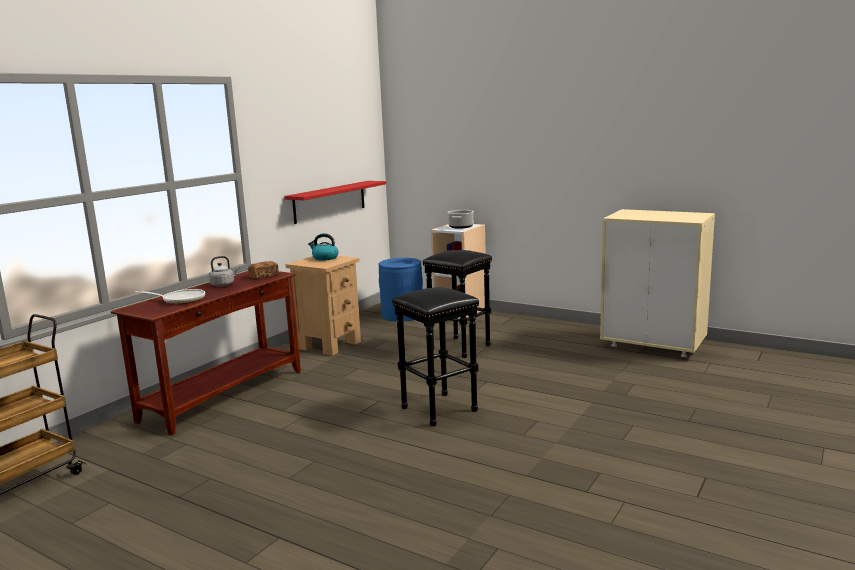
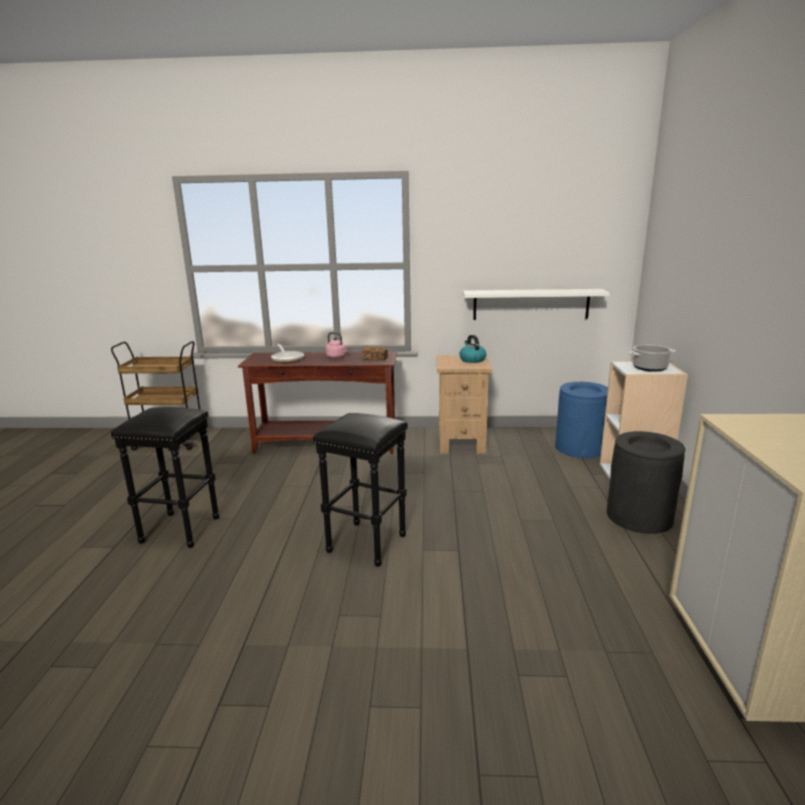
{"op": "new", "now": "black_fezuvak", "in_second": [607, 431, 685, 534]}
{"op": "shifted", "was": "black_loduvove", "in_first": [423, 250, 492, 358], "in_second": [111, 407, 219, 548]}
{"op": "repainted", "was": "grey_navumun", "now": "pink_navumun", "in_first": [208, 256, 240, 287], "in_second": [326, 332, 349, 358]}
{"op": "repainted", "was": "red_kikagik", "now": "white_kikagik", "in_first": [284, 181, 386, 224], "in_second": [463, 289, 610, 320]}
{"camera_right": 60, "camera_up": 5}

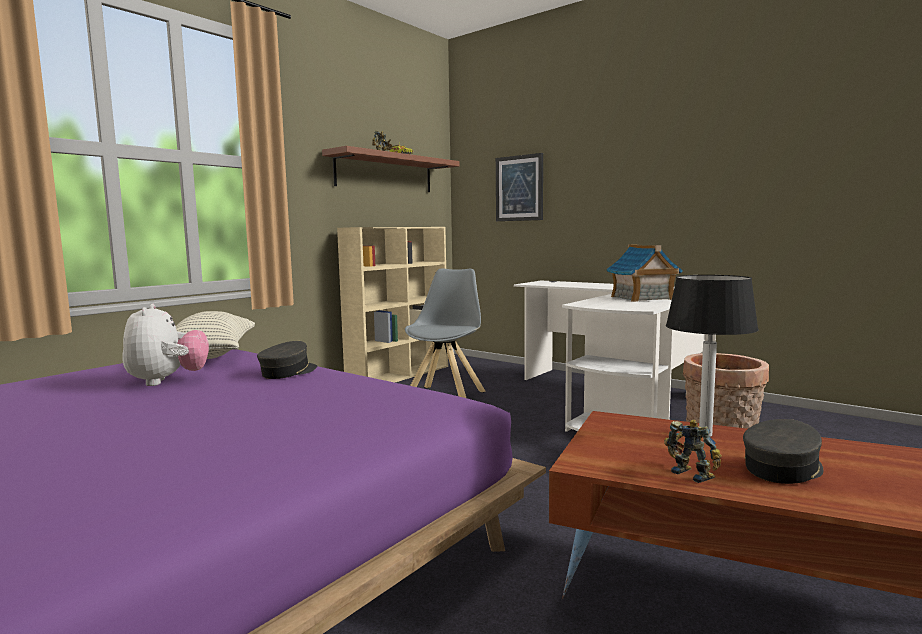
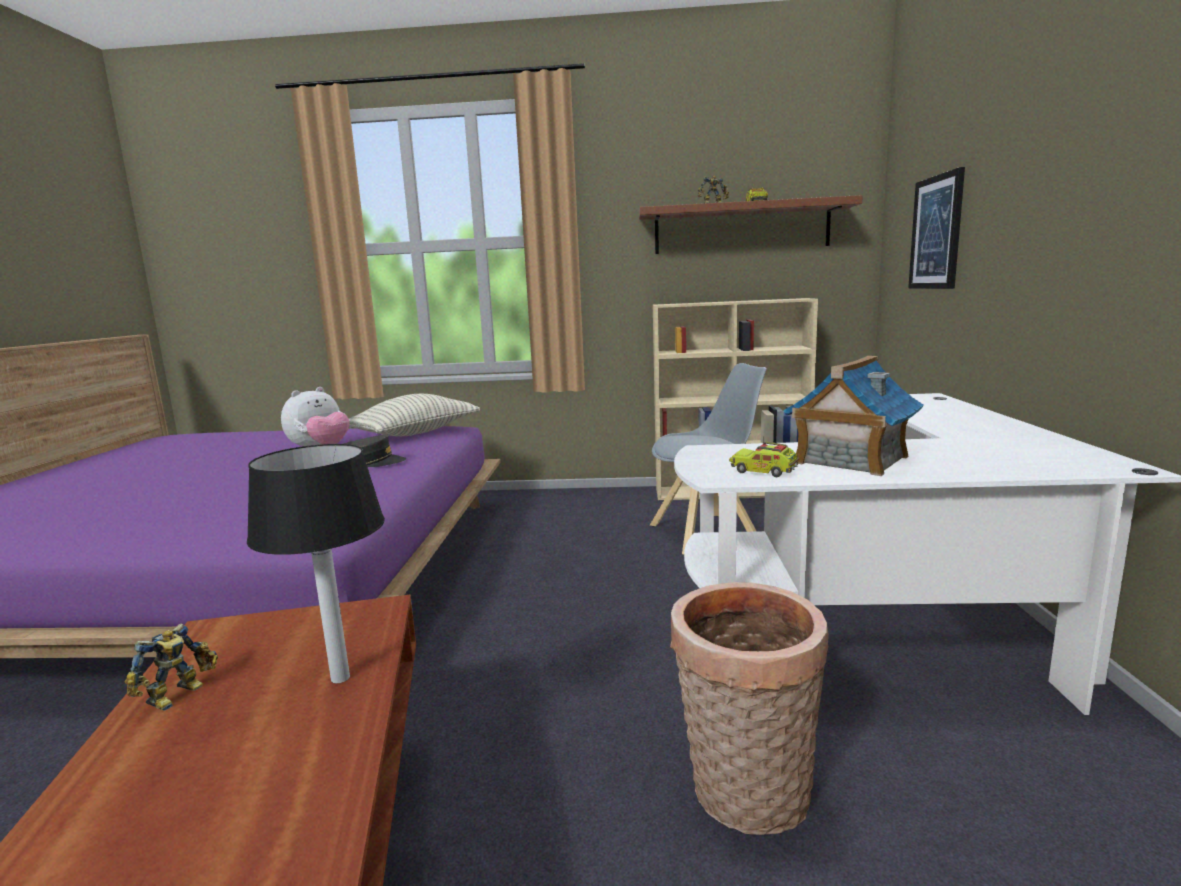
{"op": "gone", "was": "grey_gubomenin", "in_first": [743, 419, 823, 484]}
{"op": "new", "now": "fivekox", "in_second": [729, 438, 799, 477]}
{"camera_right": 55, "camera_up": 5}

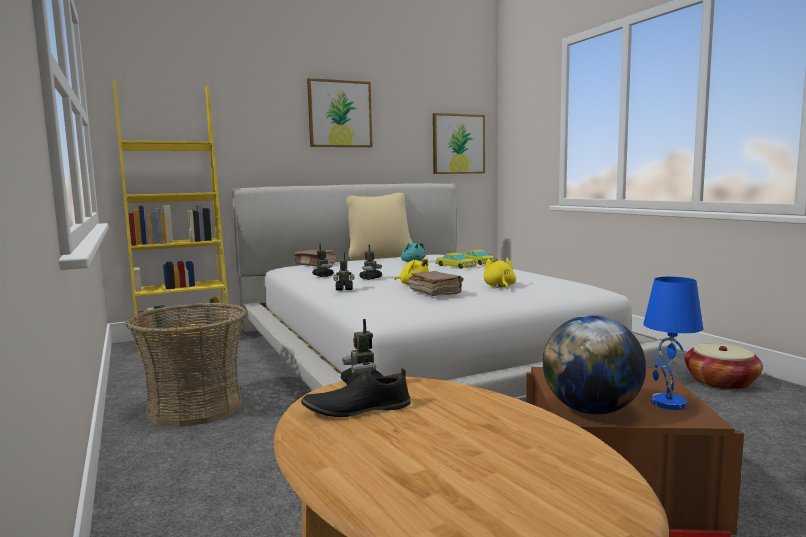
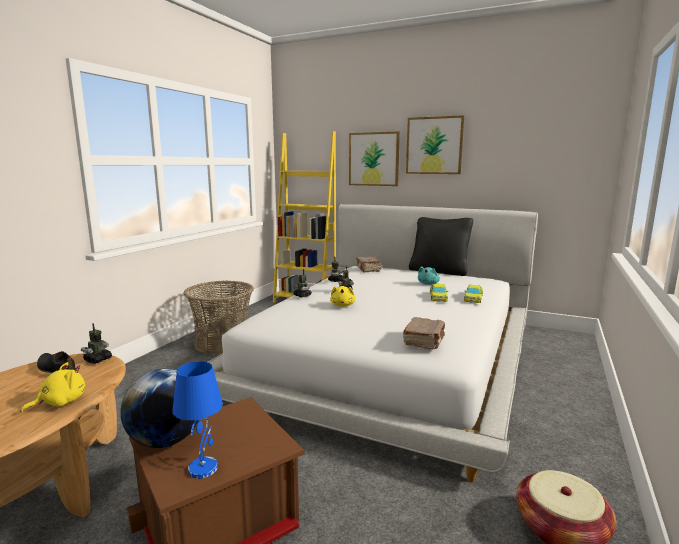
{"op": "shifted", "was": "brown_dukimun", "in_first": [408, 271, 463, 296], "in_second": [403, 317, 445, 349]}
{"op": "shifted", "was": "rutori", "in_first": [433, 113, 485, 174], "in_second": [349, 131, 400, 186]}
{"op": "shifted", "was": "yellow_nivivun", "in_first": [484, 258, 516, 289], "in_second": [20, 362, 85, 413]}
{"op": "repainted", "was": "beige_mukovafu", "now": "black_mukovafu", "in_first": [346, 193, 412, 260], "in_second": [409, 217, 473, 276]}
{"camera_right": 50, "camera_up": 5}

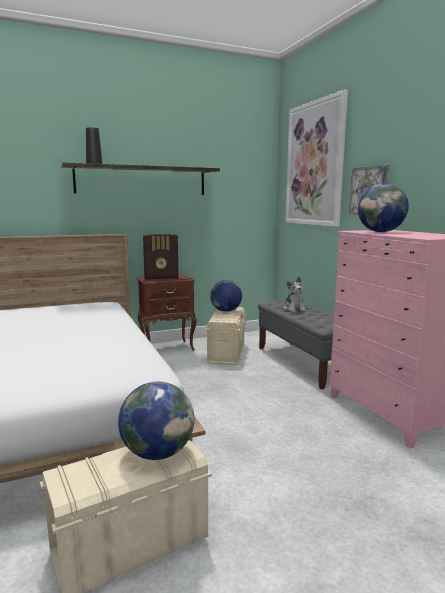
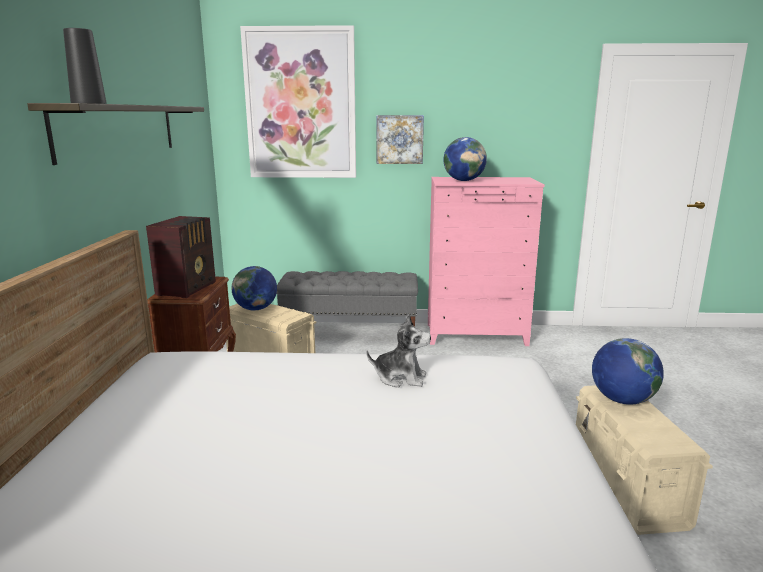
{"op": "shifted", "was": "nivivun", "in_first": [283, 276, 306, 312], "in_second": [366, 314, 431, 388]}
{"camera_right": -65, "camera_up": 5}

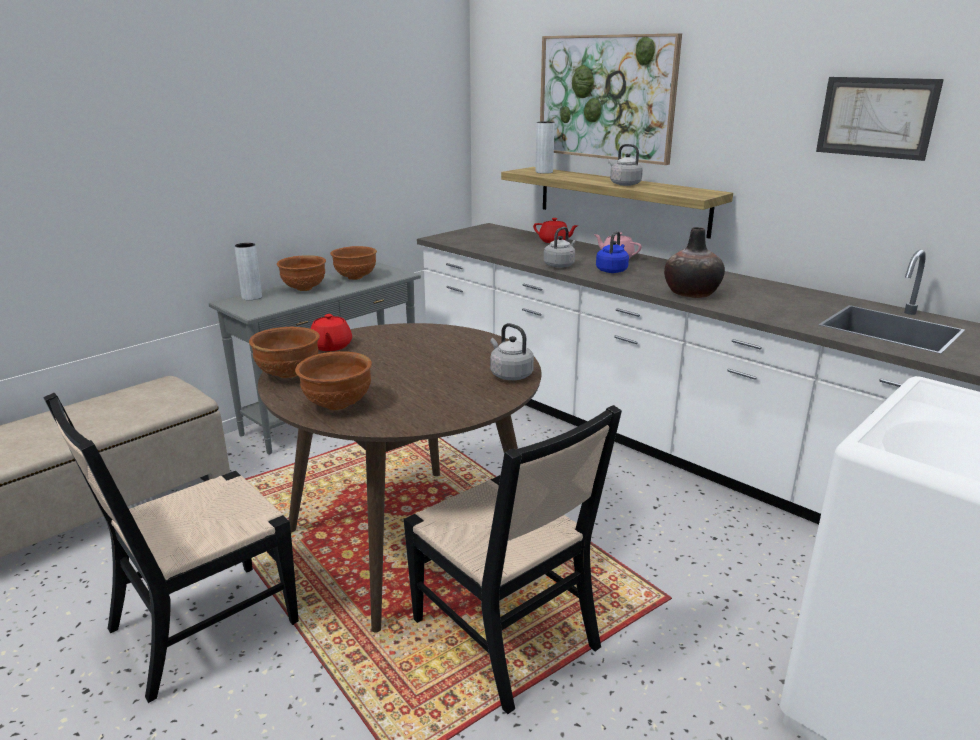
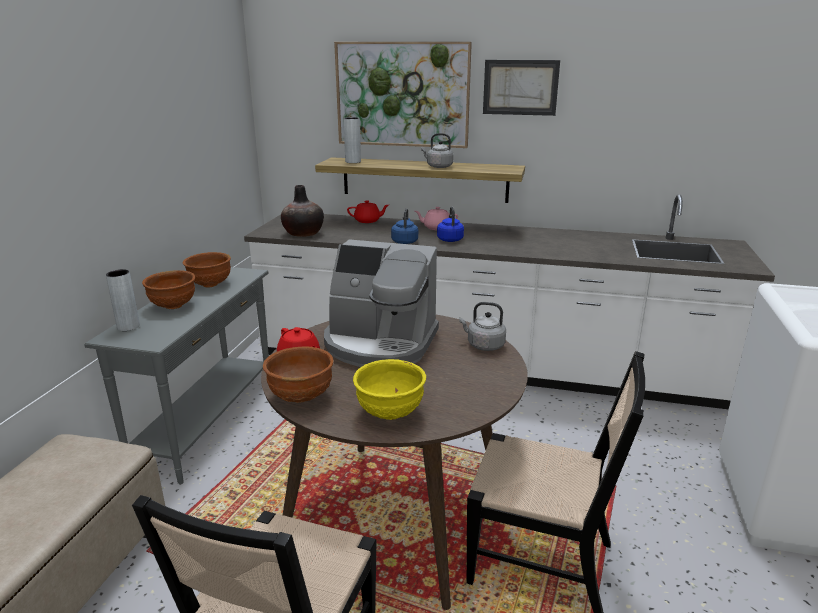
{"op": "new", "now": "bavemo", "in_second": [324, 239, 439, 367]}
{"op": "shifted", "was": "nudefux", "in_first": [664, 227, 725, 298], "in_second": [281, 185, 324, 237]}
{"op": "shifted", "was": "rutori", "in_first": [816, 77, 944, 161], "in_second": [483, 60, 560, 116]}
{"op": "repainted", "was": "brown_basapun", "now": "yellow_basapun", "in_first": [295, 351, 372, 410], "in_second": [353, 359, 426, 420]}
{"op": "repainted", "was": "grey_navumun", "now": "blue_navumun", "in_first": [544, 227, 576, 268], "in_second": [391, 208, 418, 244]}
{"camera_right": -30, "camera_up": 0}

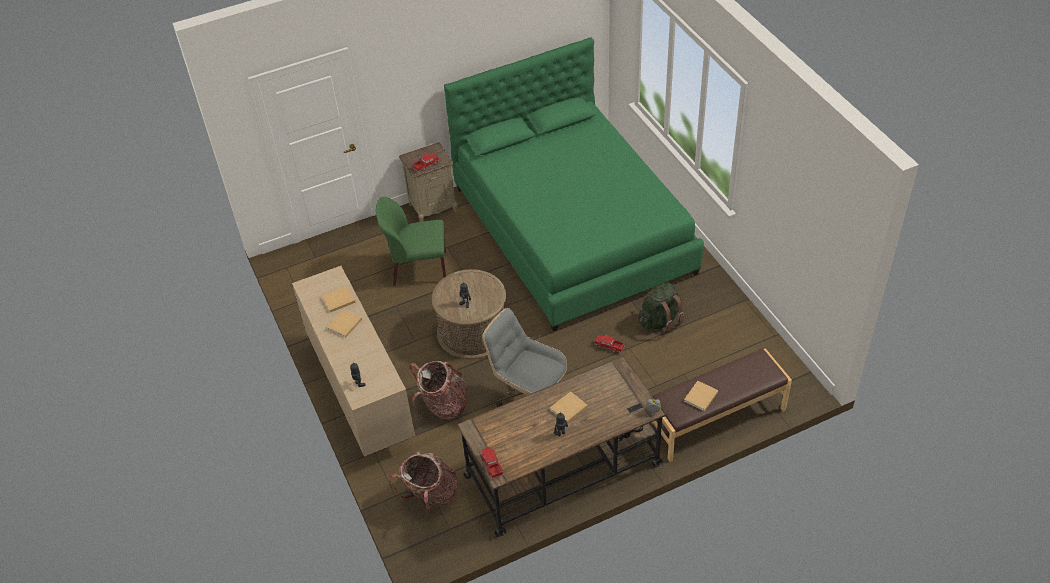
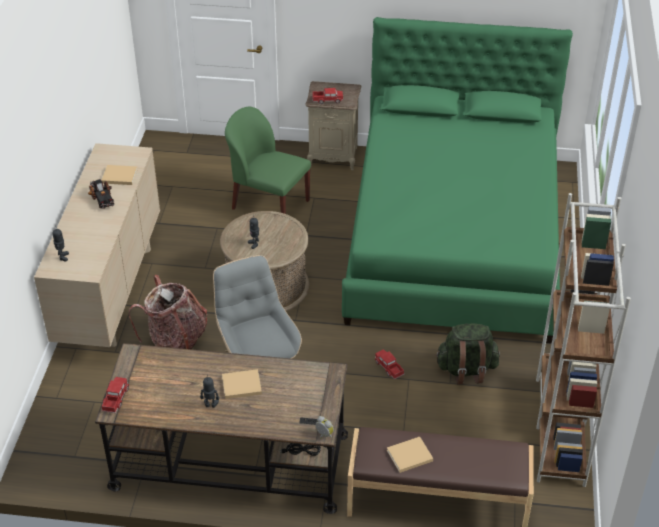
{"op": "gone", "was": "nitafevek", "in_first": [389, 452, 458, 518]}
{"op": "new", "now": "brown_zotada", "in_second": [536, 193, 631, 487]}
{"op": "swapped", "was": "beige_dukimun", "now": "fivekox", "in_first": [327, 309, 362, 338], "in_second": [88, 179, 115, 209]}
{"camera_right": 30, "camera_up": -5}

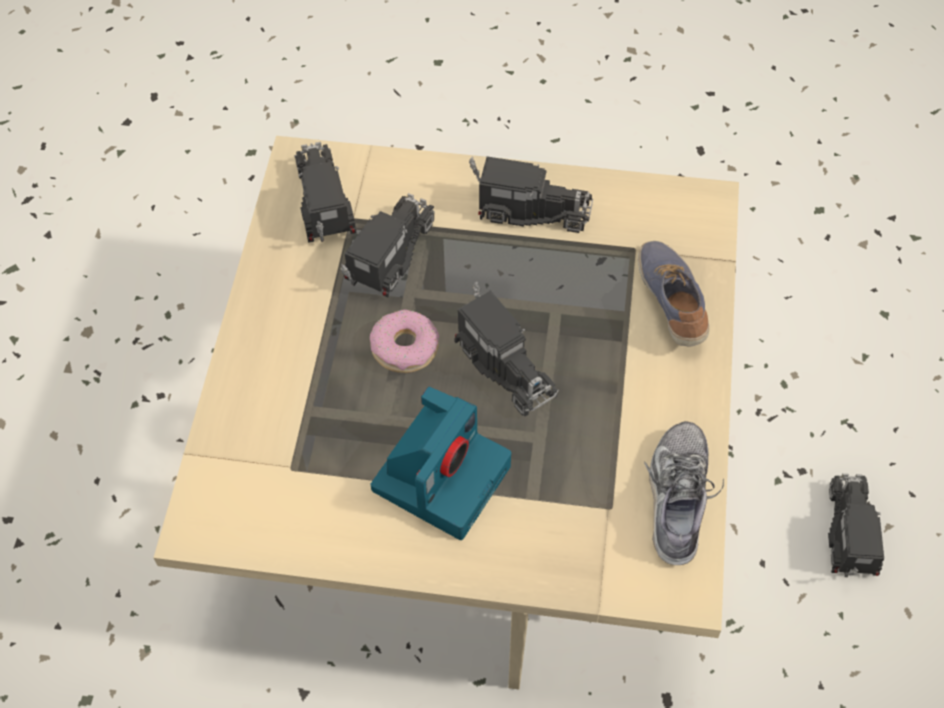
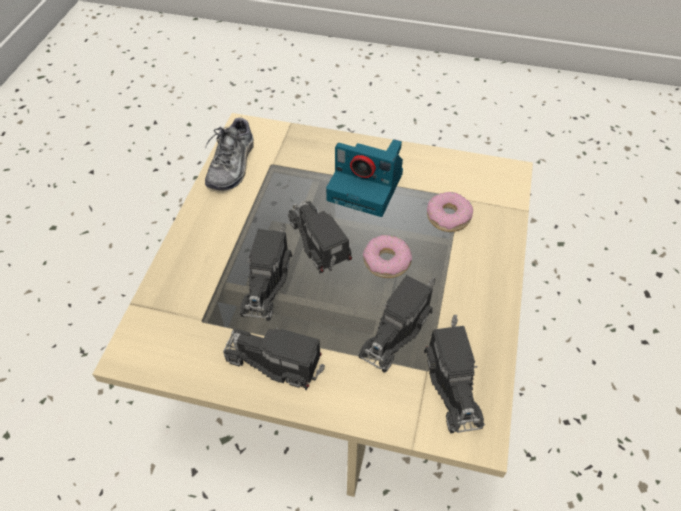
{"op": "gone", "was": "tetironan", "in_first": [638, 241, 709, 346]}
{"op": "new", "now": "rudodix", "in_second": [427, 192, 473, 232]}
{"op": "shifted", "was": "fivekox", "in_first": [828, 473, 884, 577], "in_second": [239, 222, 292, 321]}
{"op": "rotated", "was": "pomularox", "in_first": [370, 387, 511, 540], "in_second": [326, 139, 403, 217], "clockwise": -105}
{"camera_right": -175, "camera_up": -5}

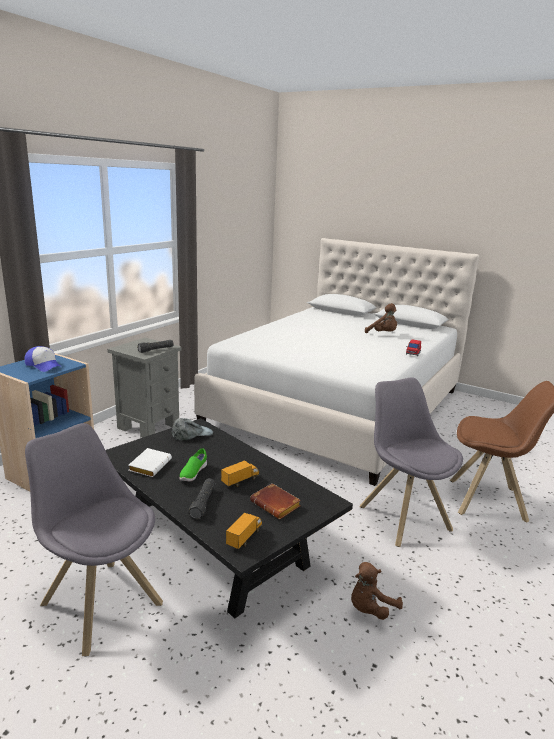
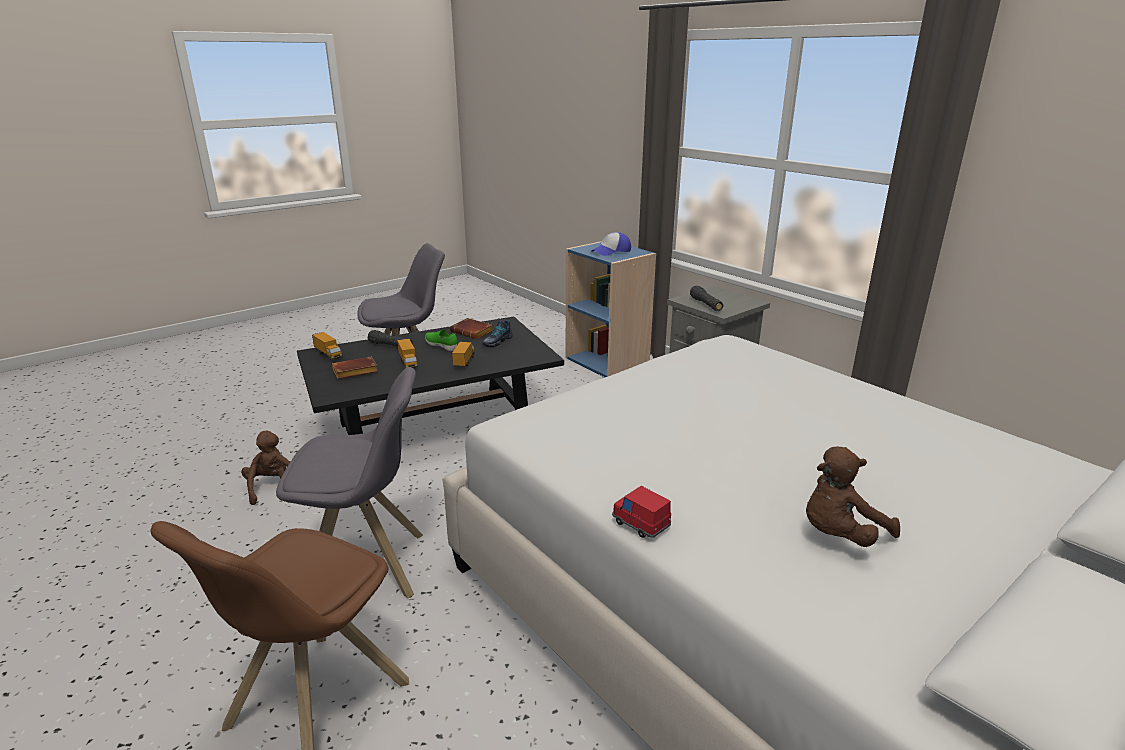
{"op": "gone", "was": "grey_gubomenin", "in_first": [171, 418, 213, 440]}
{"op": "new", "now": "fivekox", "in_second": [452, 342, 475, 366]}
{"op": "new", "now": "tetironan", "in_second": [482, 320, 513, 348]}
{"op": "repainted", "was": "white_dukimun", "now": "brown_dukimun", "in_first": [128, 448, 172, 477], "in_second": [450, 318, 493, 339]}
{"camera_right": 110, "camera_up": 5}

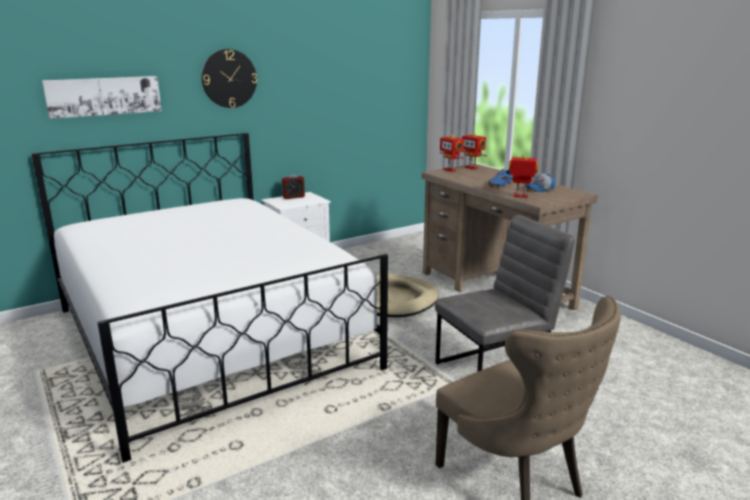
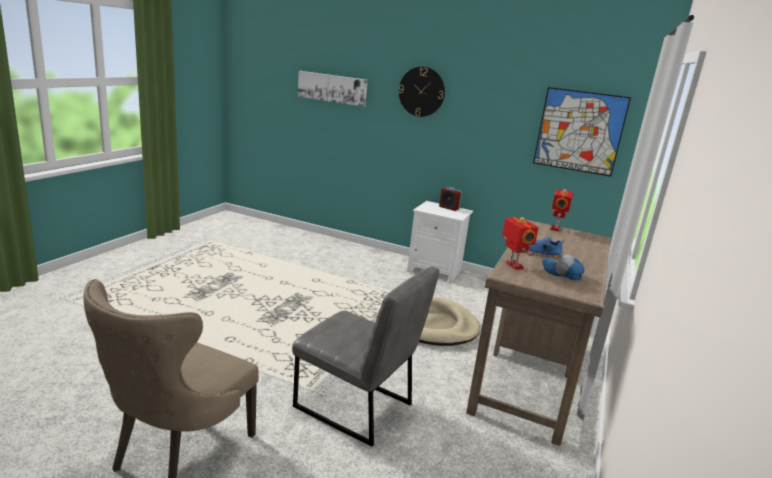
{"op": "gone", "was": "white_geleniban", "in_first": [31, 133, 388, 463]}
{"op": "gone", "was": "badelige", "in_first": [462, 133, 487, 170]}
{"op": "new", "now": "rutori", "in_second": [533, 87, 631, 177]}
{"camera_right": 55, "camera_up": 0}

